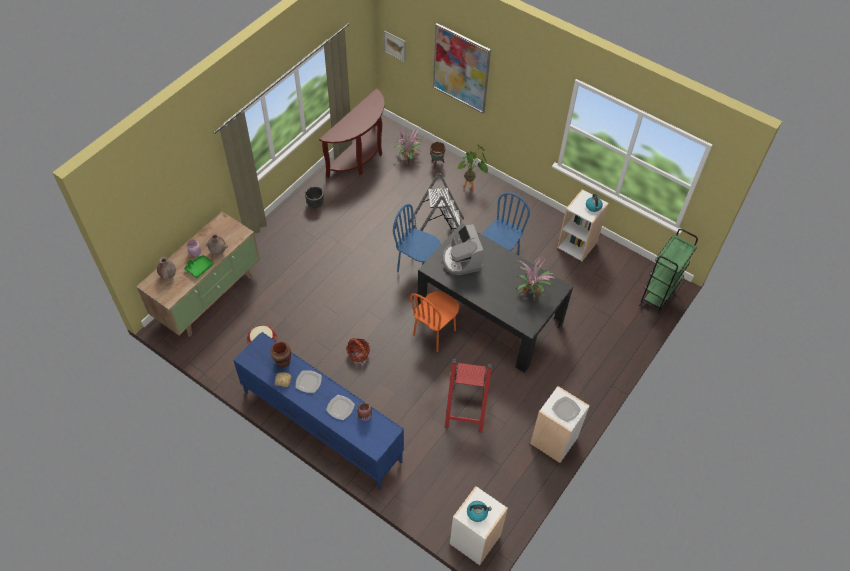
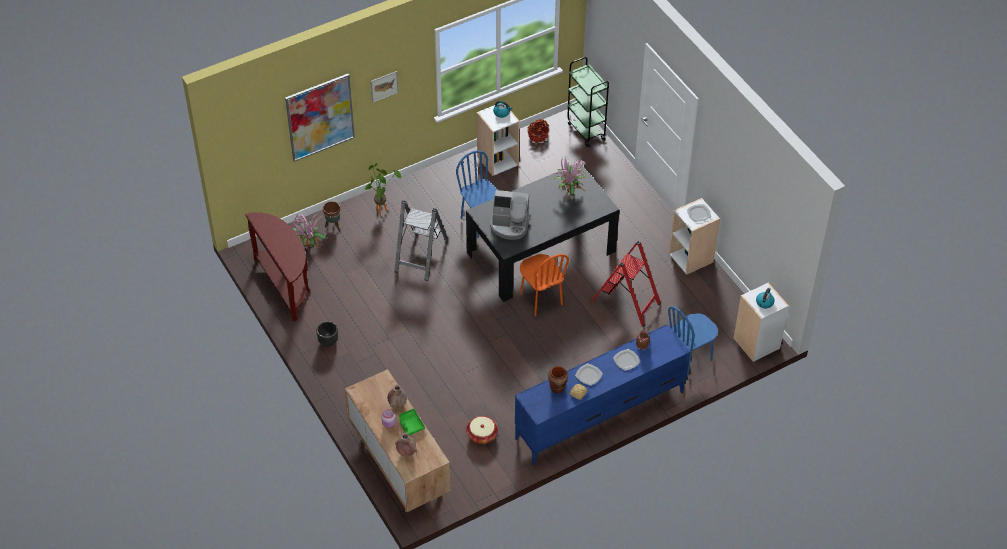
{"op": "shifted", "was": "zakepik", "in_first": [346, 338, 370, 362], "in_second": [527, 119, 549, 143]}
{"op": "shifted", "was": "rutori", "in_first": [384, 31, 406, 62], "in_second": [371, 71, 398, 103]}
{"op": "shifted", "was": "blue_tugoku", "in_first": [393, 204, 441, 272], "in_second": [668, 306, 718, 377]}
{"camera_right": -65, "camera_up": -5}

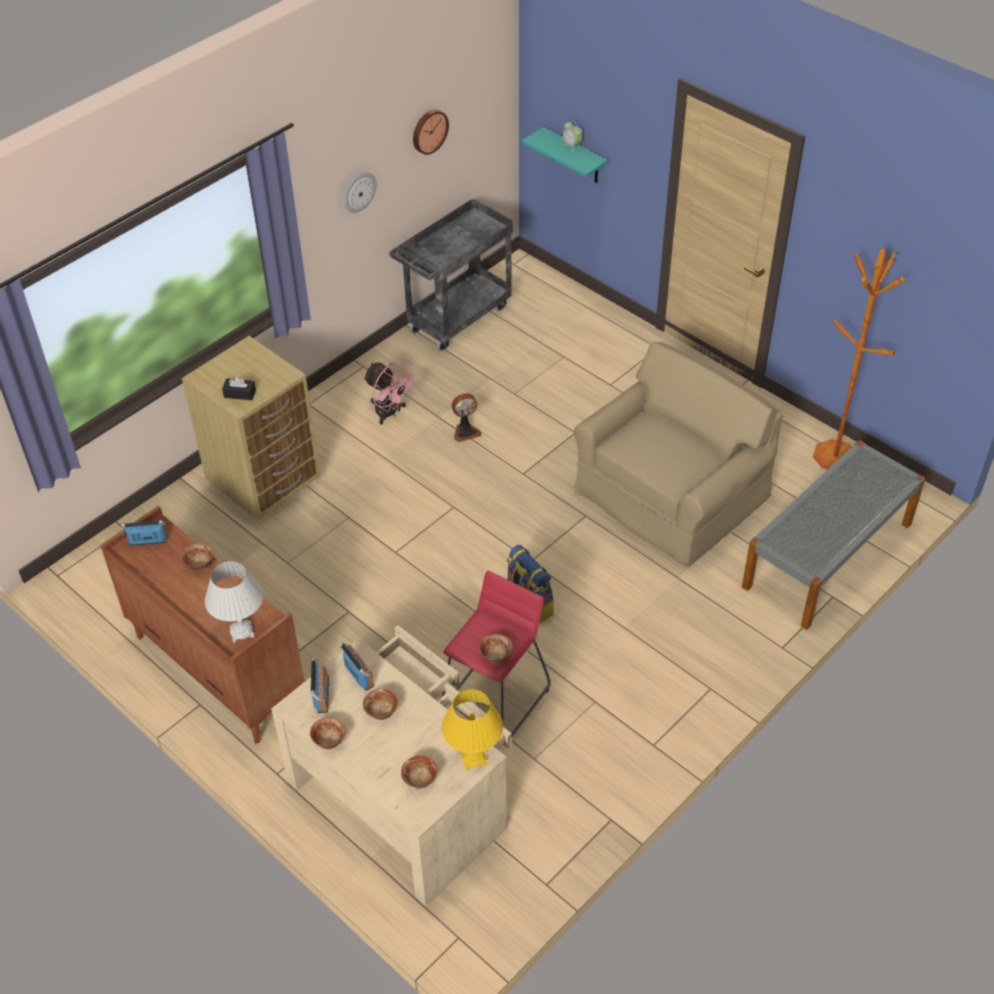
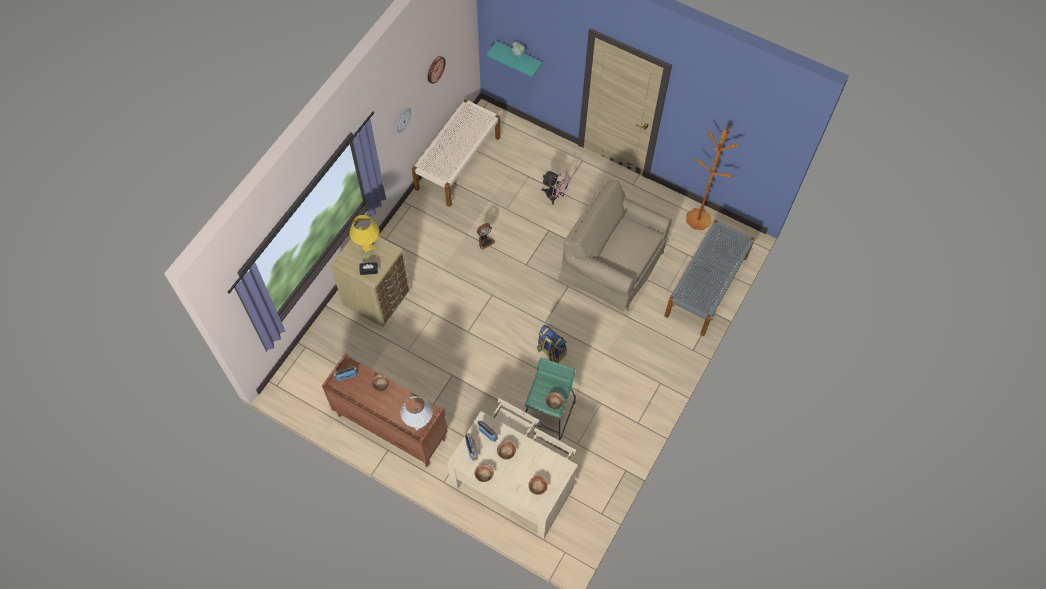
{"op": "shifted", "was": "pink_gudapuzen", "in_first": [363, 360, 418, 425], "in_second": [542, 169, 573, 205]}
{"op": "shifted", "was": "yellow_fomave", "in_first": [441, 689, 503, 771], "in_second": [349, 215, 379, 253]}
{"op": "swapped", "was": "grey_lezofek", "now": "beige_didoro", "in_first": [390, 199, 513, 351], "in_second": [412, 99, 500, 207]}
{"op": "repainted", "was": "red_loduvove", "now": "green_loduvove", "in_first": [442, 571, 551, 736], "in_second": [525, 358, 576, 440]}
{"op": "rotated", "was": "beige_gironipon", "in_first": [574, 342, 784, 567], "in_second": [558, 180, 672, 312], "clockwise": -90}
{"camera_right": -15, "camera_up": 15}

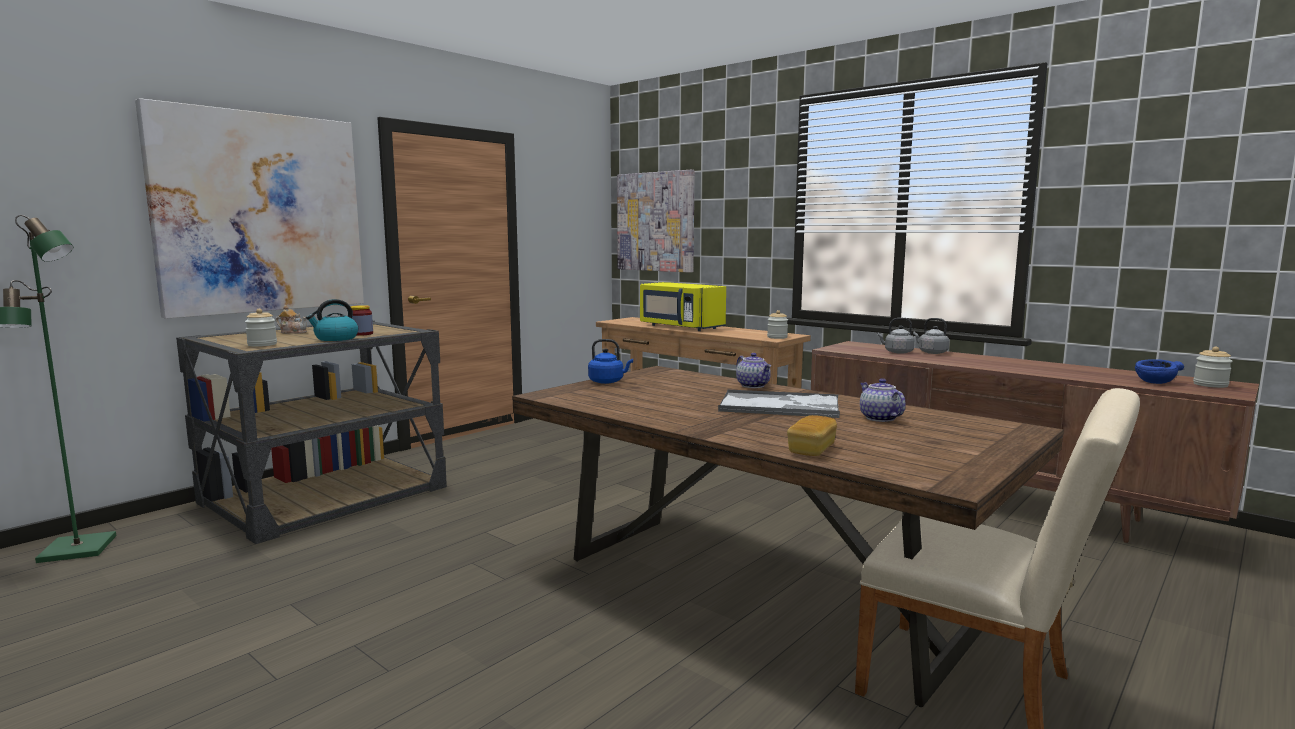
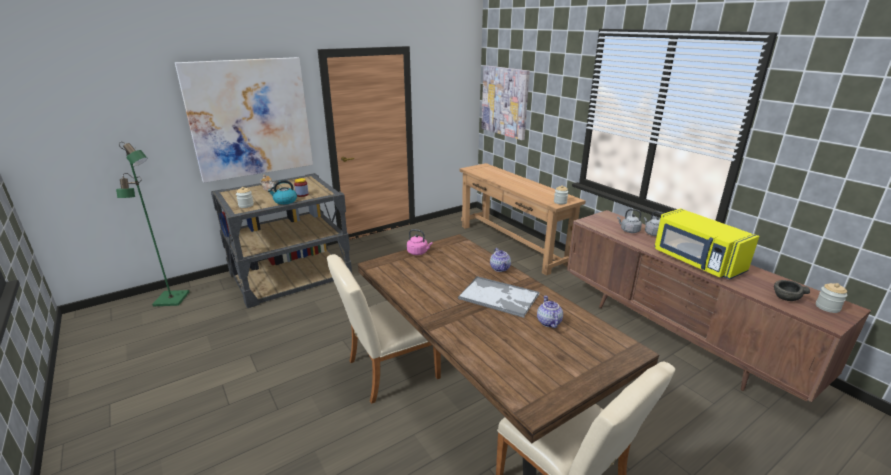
{"op": "gone", "was": "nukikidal", "in_first": [787, 415, 837, 456]}
{"op": "new", "now": "beige_tugoku", "in_second": [327, 254, 441, 404]}
{"op": "shifted", "was": "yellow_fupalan", "in_first": [640, 282, 726, 331], "in_second": [655, 208, 759, 280]}
{"op": "repainted", "was": "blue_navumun", "now": "pink_navumun", "in_first": [588, 339, 633, 384], "in_second": [407, 229, 432, 255]}
{"op": "repainted", "was": "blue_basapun", "now": "grey_basapun", "in_first": [1135, 359, 1184, 384], "in_second": [774, 280, 810, 301]}
{"camera_right": 15, "camera_up": 15}

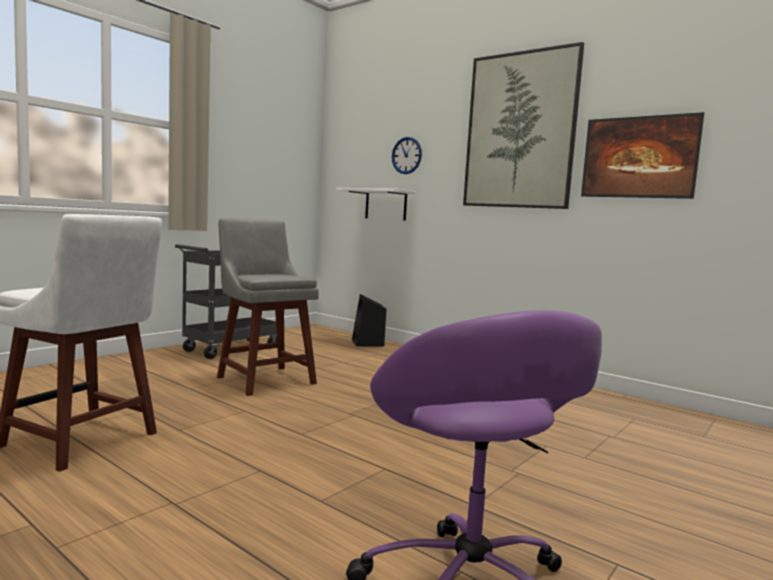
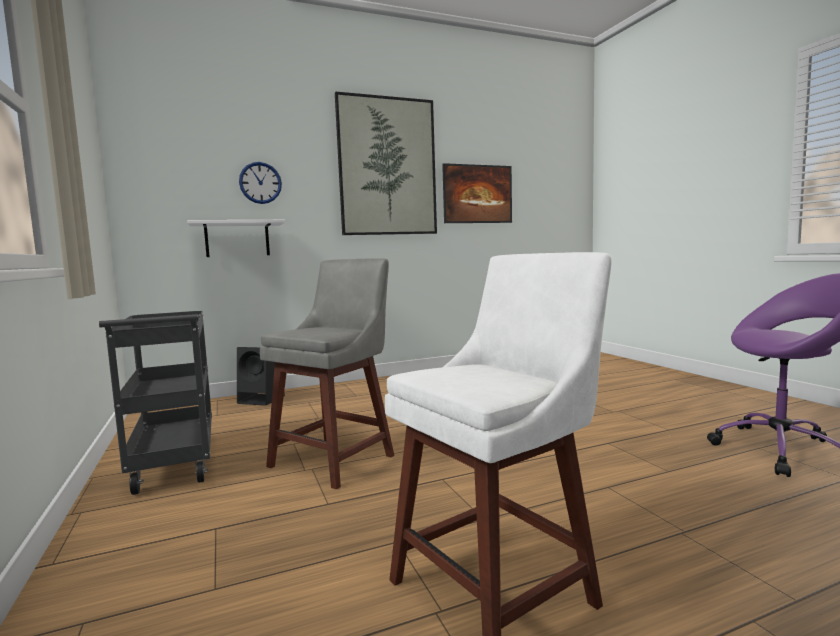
{"op": "rotated", "was": "grey_tugoku", "in_first": [217, 218, 319, 396], "in_second": [260, 258, 394, 490], "clockwise": 135}
{"camera_right": -60, "camera_up": 0}

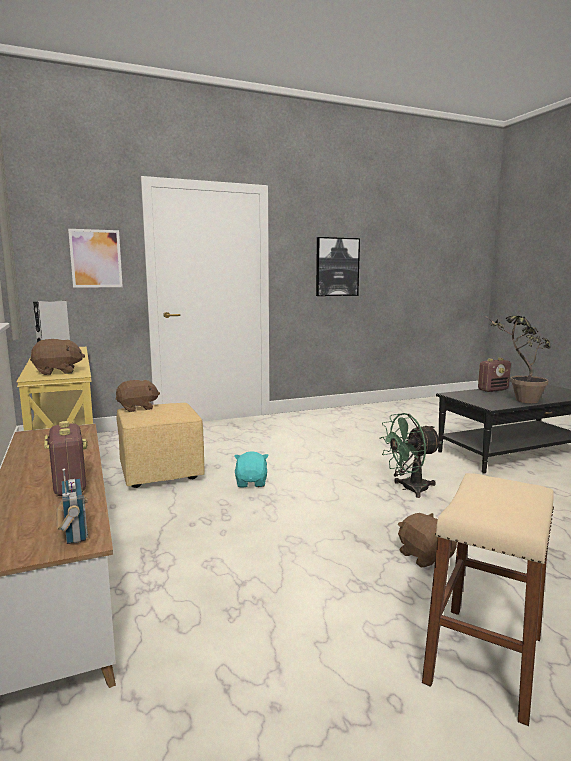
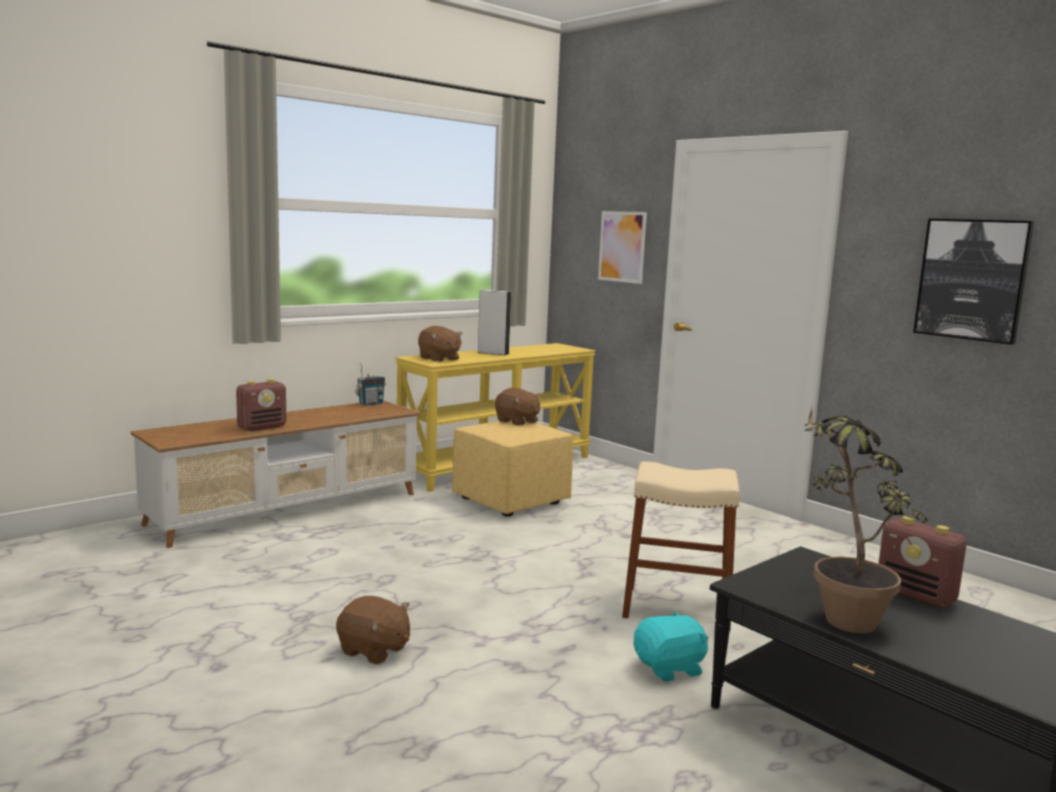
{"op": "gone", "was": "green_gudapuzen", "in_first": [380, 413, 442, 498]}
{"op": "shifted", "was": "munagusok", "in_first": [57, 469, 88, 544], "in_second": [355, 363, 386, 406]}
{"op": "shifted", "was": "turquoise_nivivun", "in_first": [234, 451, 269, 487], "in_second": [634, 611, 708, 682]}
{"op": "shifted", "was": "beige_loduvove", "in_first": [422, 473, 554, 726], "in_second": [622, 462, 740, 629]}
{"op": "rotated", "was": "brown_nivivun", "in_first": [397, 513, 457, 567], "in_second": [336, 596, 410, 664], "clockwise": 75}
{"camera_right": 70, "camera_up": 0}

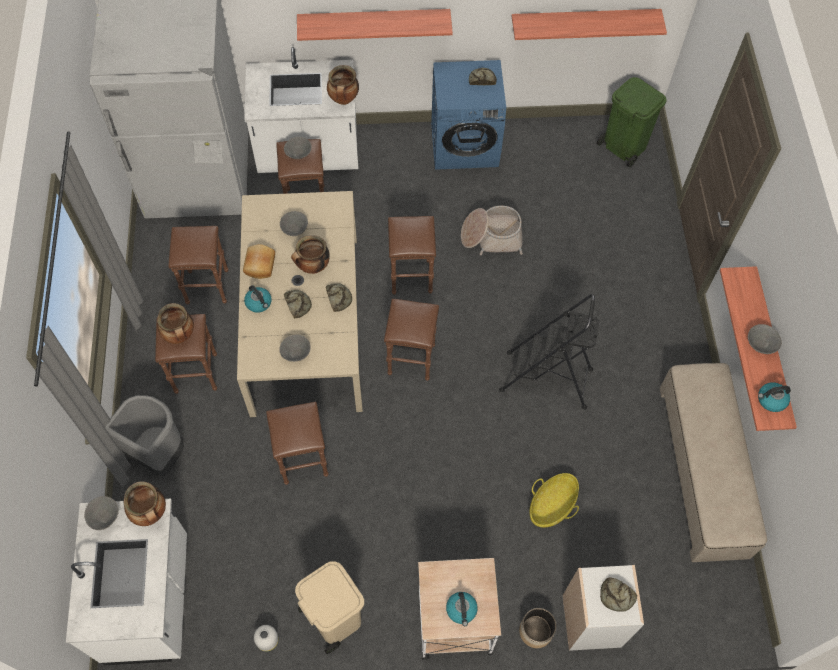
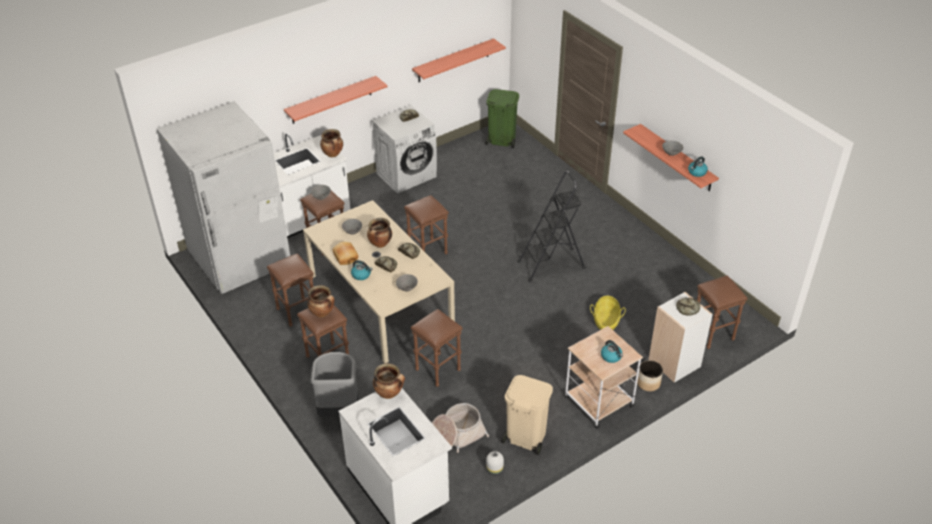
{"op": "gone", "was": "grey_basapun", "in_first": [84, 496, 119, 530]}
{"op": "gone", "was": "beige_didoro", "in_first": [660, 363, 767, 562]}
{"op": "shifted", "was": "brown_loduvove", "in_first": [384, 299, 439, 381], "in_second": [697, 276, 747, 349]}
{"op": "shifted", "was": "zakepik", "in_first": [461, 206, 523, 255], "in_second": [432, 403, 489, 453]}
{"op": "repainted", "was": "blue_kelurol", "now": "white_kelurol", "in_first": [431, 60, 506, 170], "in_second": [372, 105, 437, 193]}
{"camera_right": -30, "camera_up": -20}

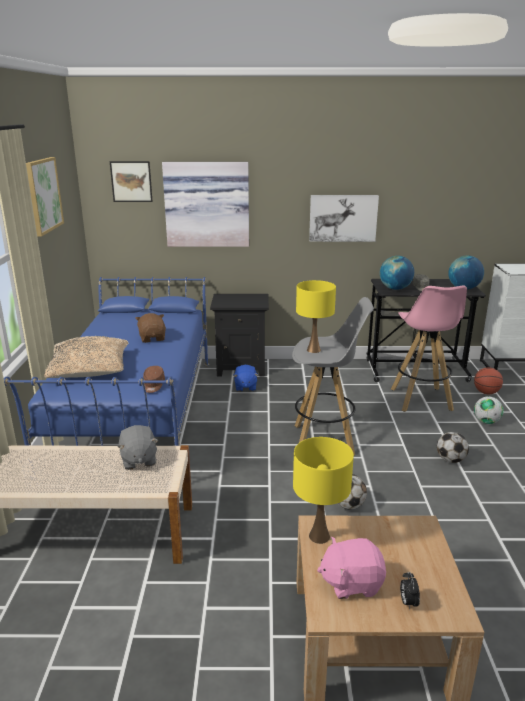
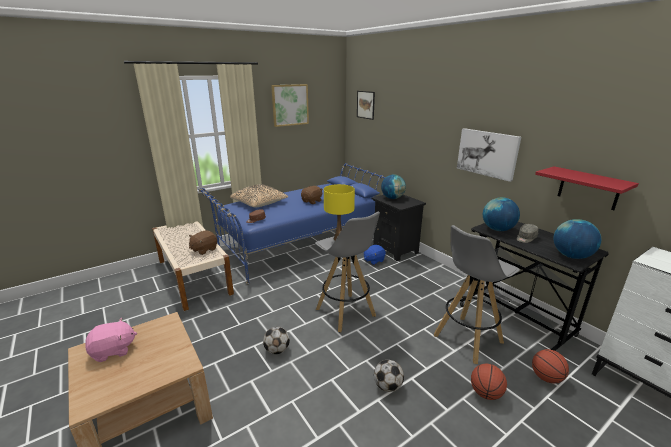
{"op": "gone", "was": "rutori", "in_first": [162, 162, 249, 247]}
{"op": "gone", "was": "yellow_fomave", "in_first": [293, 437, 354, 544]}
{"op": "gone", "was": "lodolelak", "in_first": [400, 571, 420, 610]}
{"op": "new", "now": "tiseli", "in_second": [381, 175, 406, 199]}
{"op": "new", "now": "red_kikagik", "in_second": [535, 166, 639, 210]}
{"op": "swapped", "was": "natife", "now": "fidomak", "in_first": [474, 396, 503, 424], "in_second": [471, 364, 507, 400]}
{"op": "repainted", "was": "grey_nivivun", "now": "brown_nivivun", "in_first": [117, 425, 158, 470], "in_second": [189, 230, 217, 255]}
{"op": "repainted", "was": "pink_loduvove", "now": "grey_loduvove", "in_first": [391, 285, 467, 412], "in_second": [434, 225, 520, 364]}
{"op": "rotated", "was": "pink_nivivun", "in_first": [317, 537, 386, 599], "in_second": [85, 318, 137, 362], "clockwise": 105}
{"camera_right": 55, "camera_up": 0}

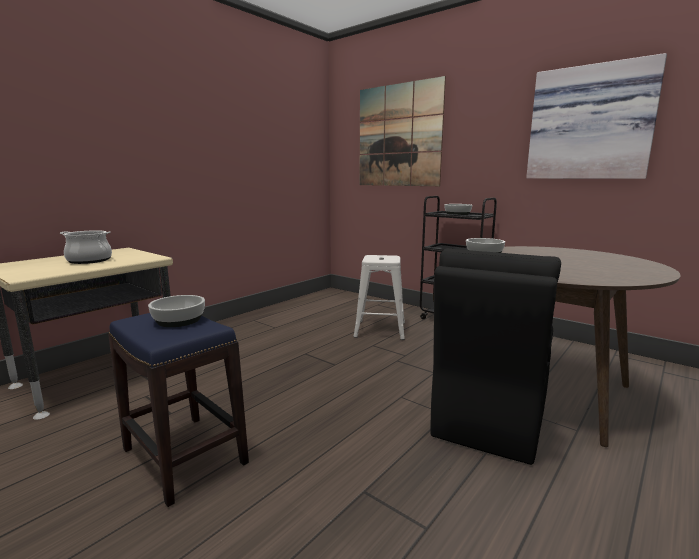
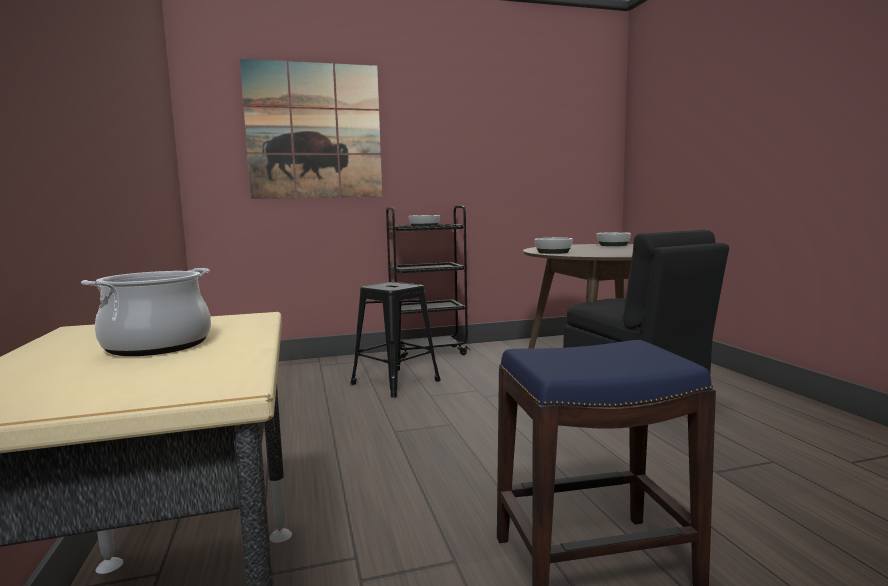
{"op": "gone", "was": "rutori", "in_first": [526, 53, 667, 179]}
{"op": "shifted", "was": "basapun", "in_first": [148, 295, 205, 327], "in_second": [597, 232, 631, 246]}
{"op": "repainted", "was": "white_loduvove", "now": "black_loduvove", "in_first": [353, 255, 405, 340], "in_second": [350, 282, 441, 398]}
{"camera_right": -55, "camera_up": -5}

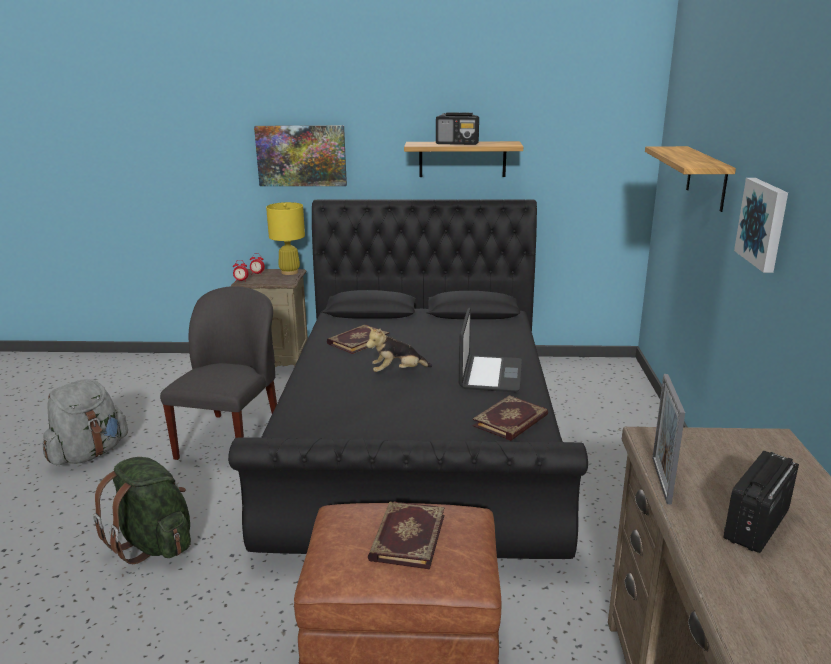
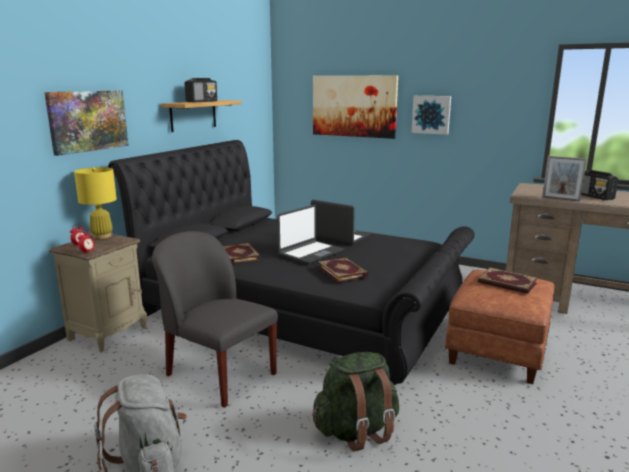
{"op": "shifted", "was": "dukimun", "in_first": [472, 395, 548, 441], "in_second": [318, 258, 369, 283]}
{"op": "swapped", "was": "nivivun", "now": "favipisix", "in_first": [366, 327, 433, 372], "in_second": [277, 205, 344, 264]}
{"op": "swapped", "was": "kikagik", "now": "rutori", "in_first": [645, 146, 736, 212], "in_second": [313, 76, 398, 139]}
{"camera_right": -65, "camera_up": -5}

